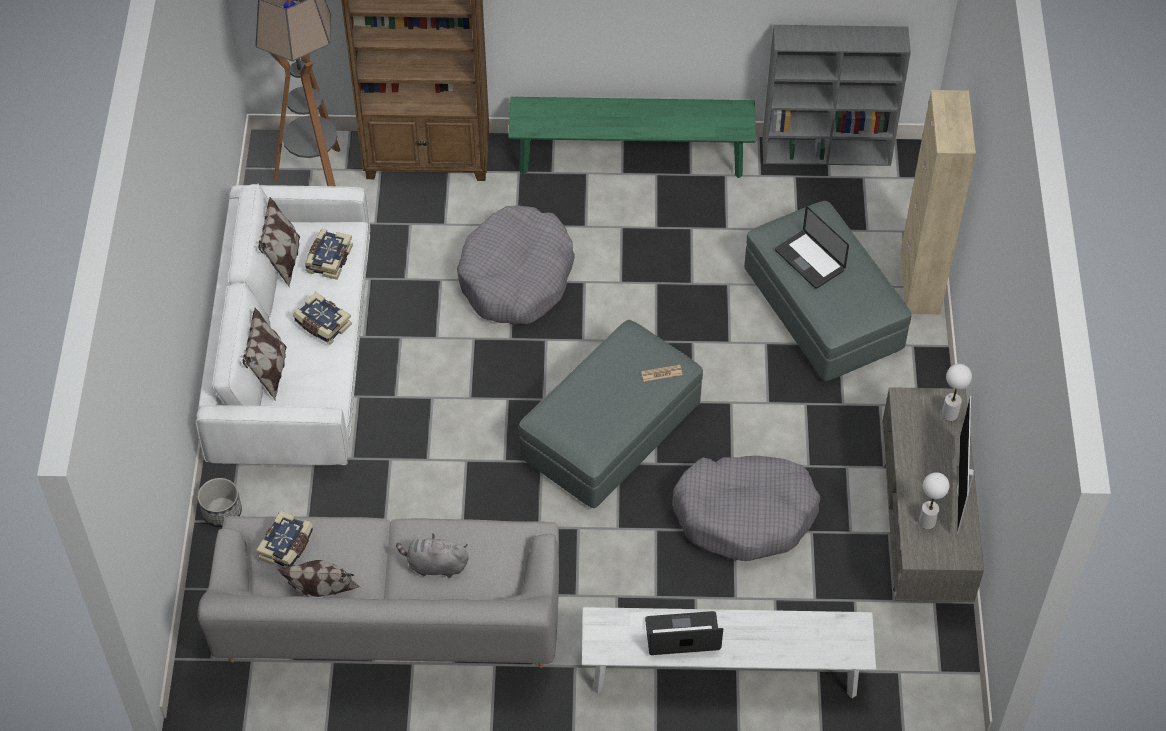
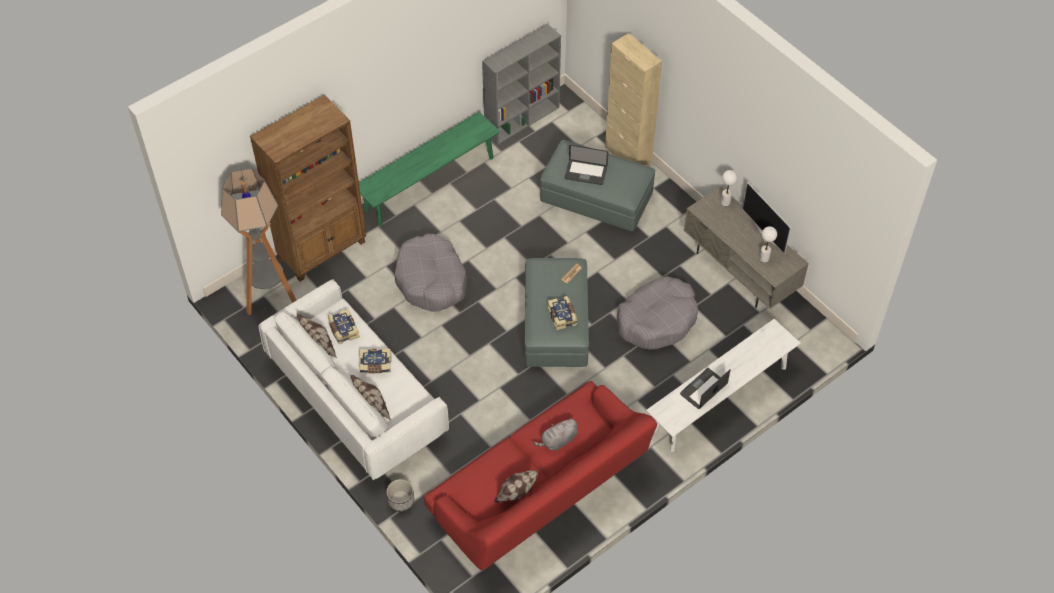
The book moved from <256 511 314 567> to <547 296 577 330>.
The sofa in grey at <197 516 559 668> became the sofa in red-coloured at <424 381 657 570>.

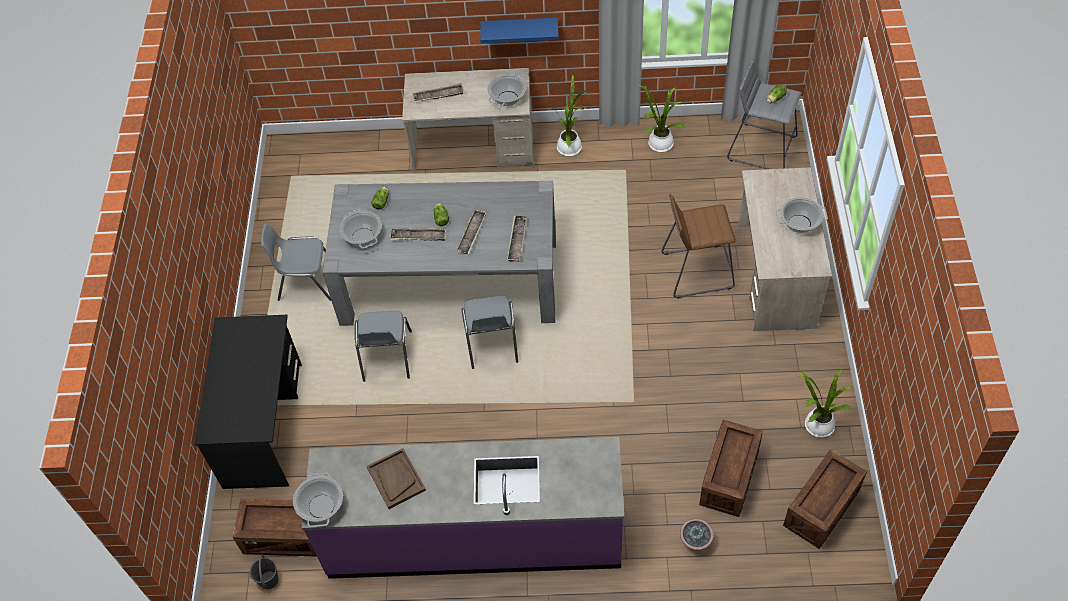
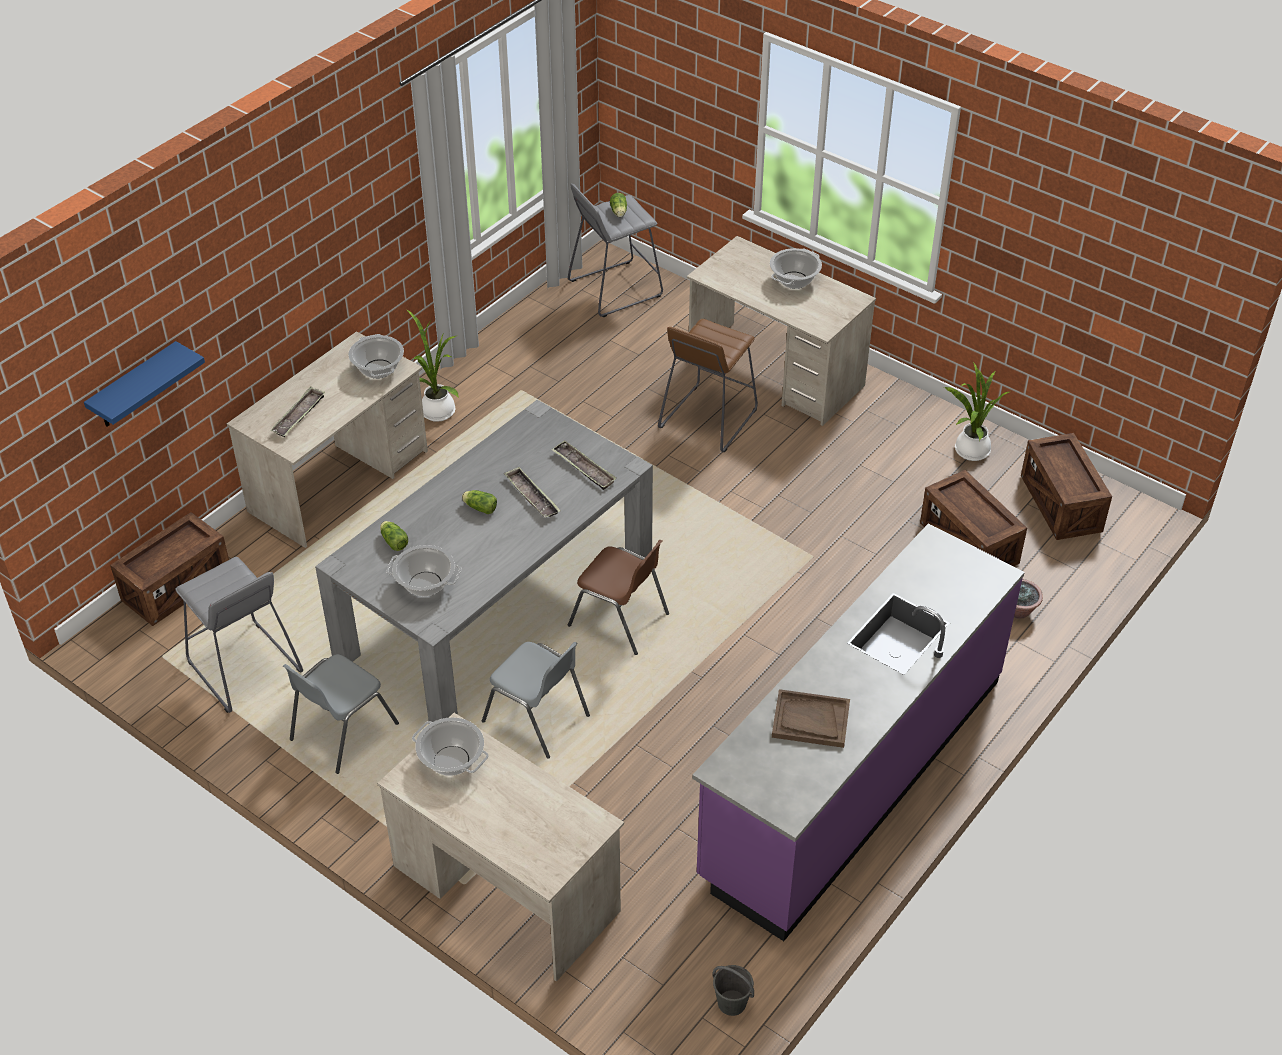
The carrying tray at <390 228 446 241> disappeared.
The houseplant at <637 84 684 152> disappeared.
The sitting stool in grey at <175 557 303 713> appeared.
The packing crate moved from <233 499 317 557> to <110 512 229 626>.
The stockpot moved from <293 473 343 527> to <412 717 489 776>.
The shelf in blue-coloured moved from <480 18 559 43> to <84 341 205 427>.
The desk unit in blackish at <195 315 302 489> became the desk unit in beige at <377 713 624 982>.
The chair in grey at <462 296 518 369> became the chair in brown at <568 540 669 655>.

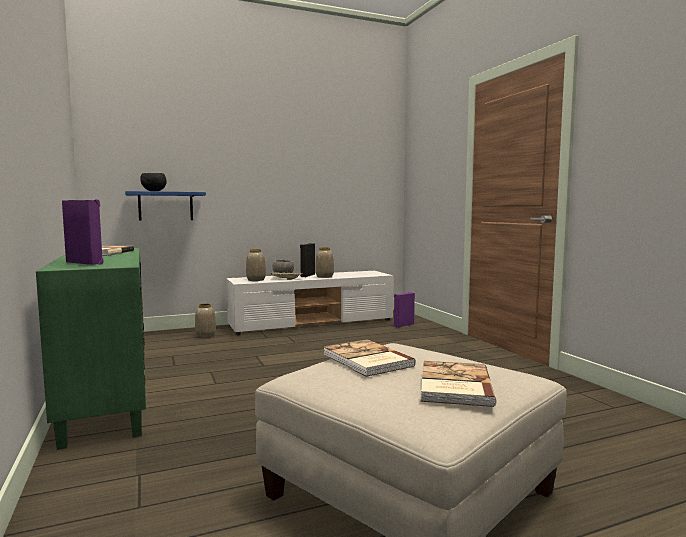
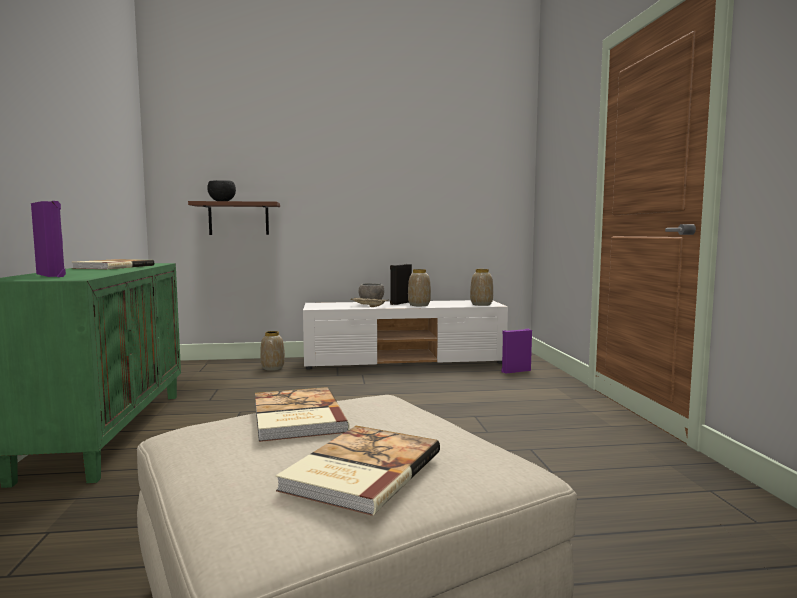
The flower vase moved from <246 249 266 281> to <470 269 493 306>.
The shelf in blue-coloured at <125 191 206 221> became the shelf in brown at <188 201 280 235>.

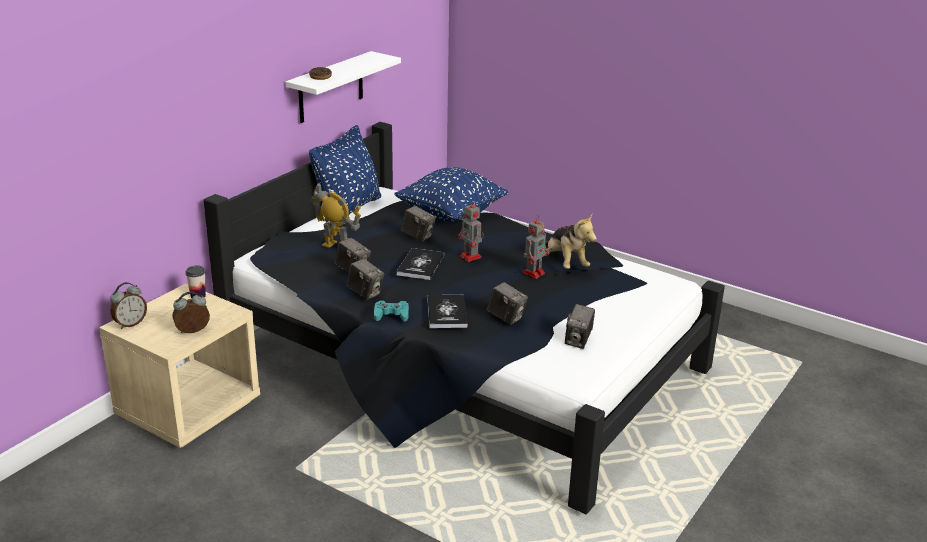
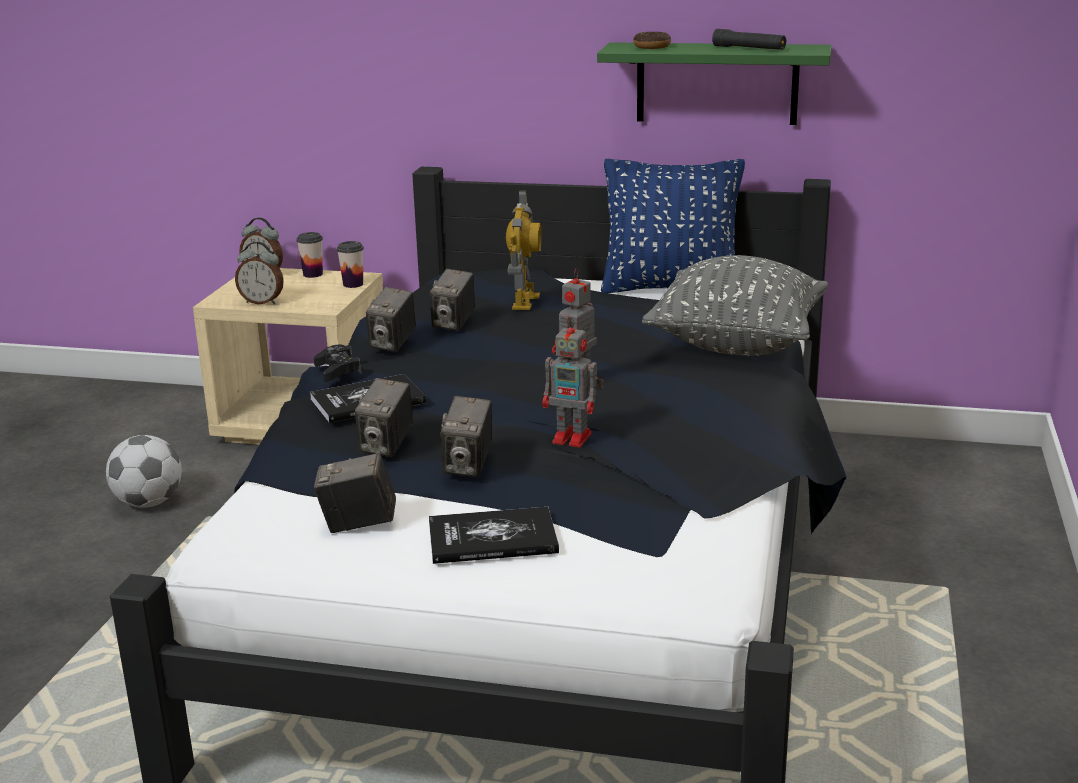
The soft toy at <545 214 597 269> disappeared.
The football at <106 435 182 508> appeared.
The small cup at <296 232 323 278> appeared.
The hand torch in blackish at <712 29 786 50> appeared.
The book moved from <396 248 445 280> to <429 507 559 564>.
The photo camera moved from <401 206 436 241> to <441 396 492 477>.
The shelf in white-coloured at <286 51 401 123> became the shelf in greenish at <597 42 832 125>.
The game controller in blue-green at <374 301 409 322> became the game controller in blackish at <314 345 362 382>.
The throw pillow in blue-coloured at <394 167 508 222> became the throw pillow in grey at <642 255 828 356>.
The alarm clock at <172 292 210 333> turned 150 degrees clockwise.

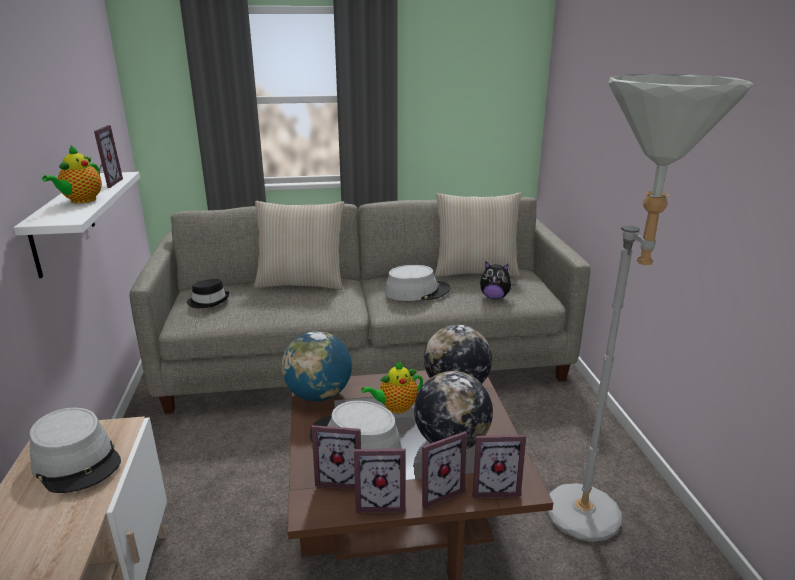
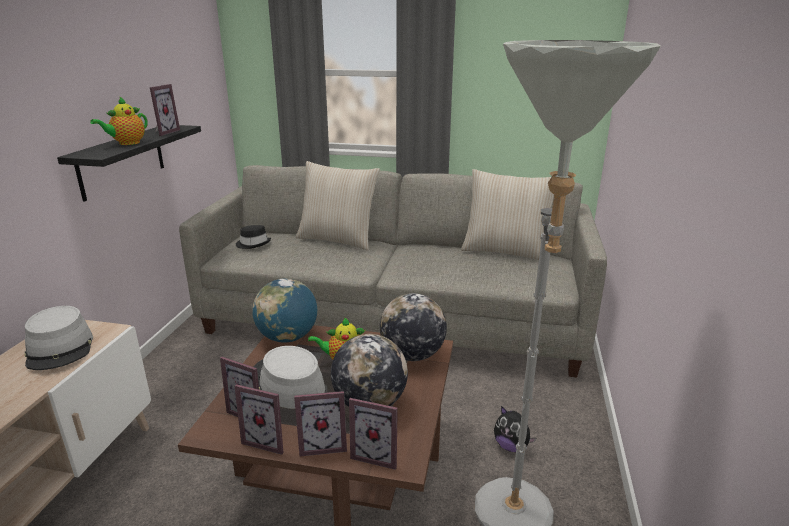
The hat in grey at <385 265 450 301> disappeared.
The soft toy moved from <480 261 515 299> to <494 406 536 452>.
The shelf in white-coloured at <14 172 140 278> became the shelf in blackish at <57 125 201 202>.

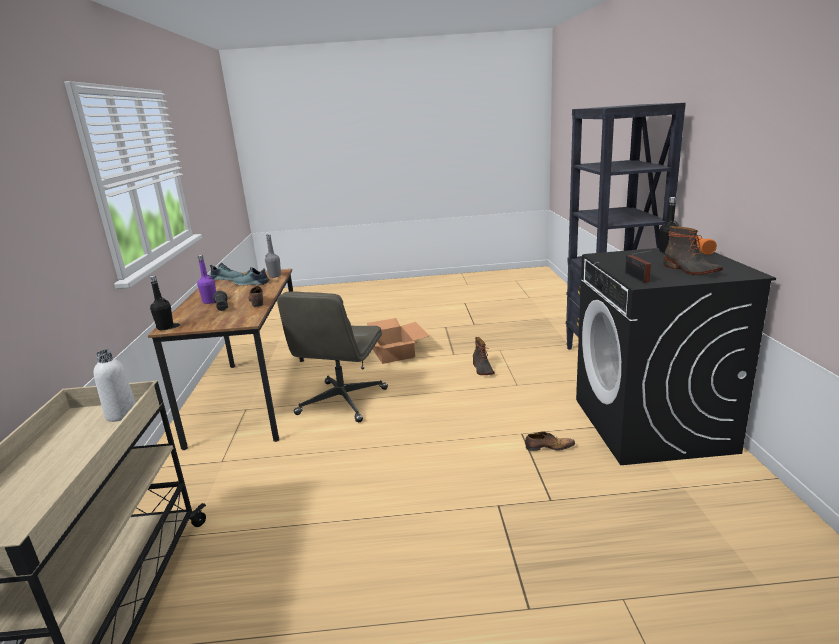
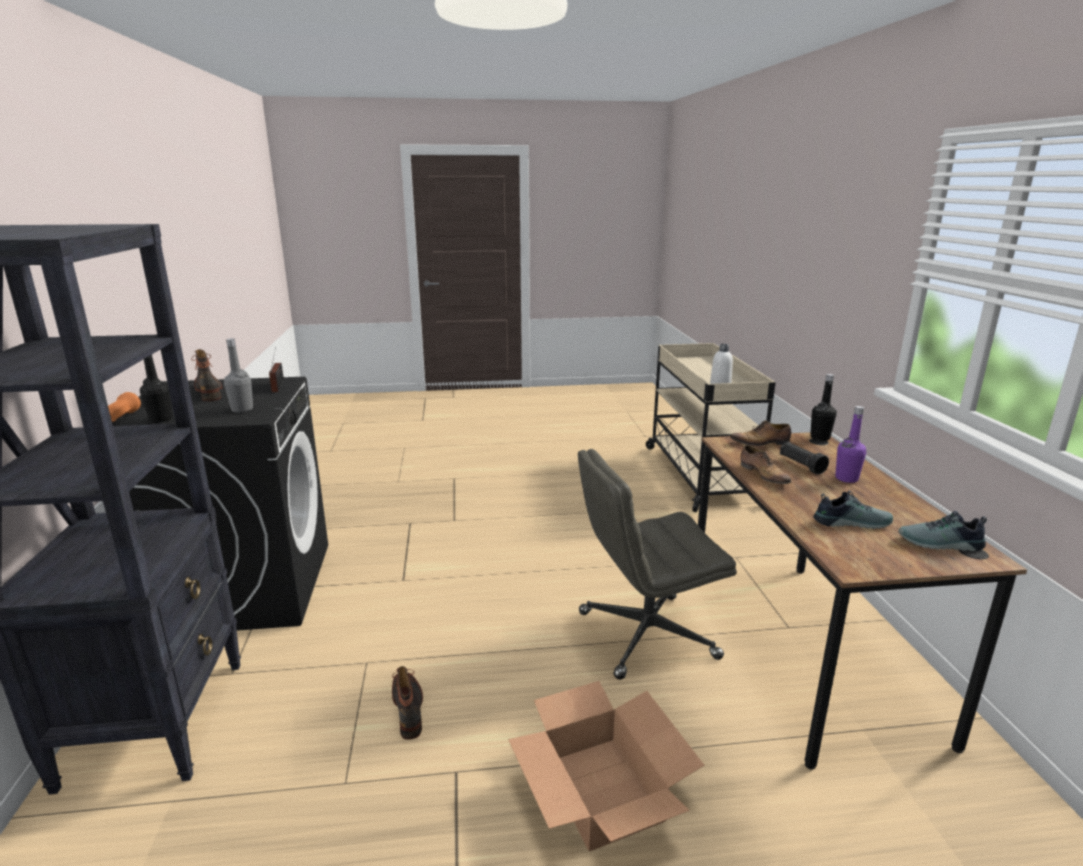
The bottle in grey moved from <265 234 281 278> to <224 338 253 413>.
The low shoe moved from <525 431 575 451> to <730 420 791 446>.
The desk chair in grey at <277 292 388 422> turned 120 degrees counterclockwise.

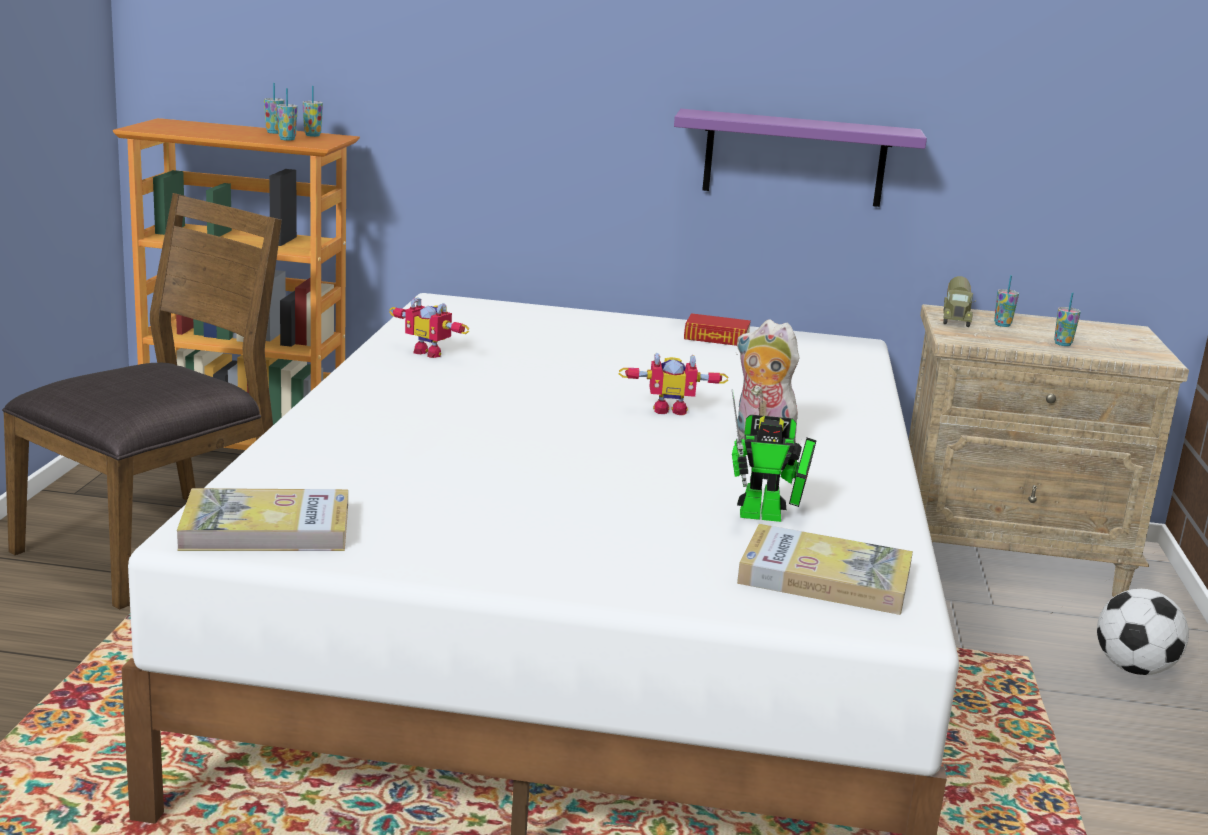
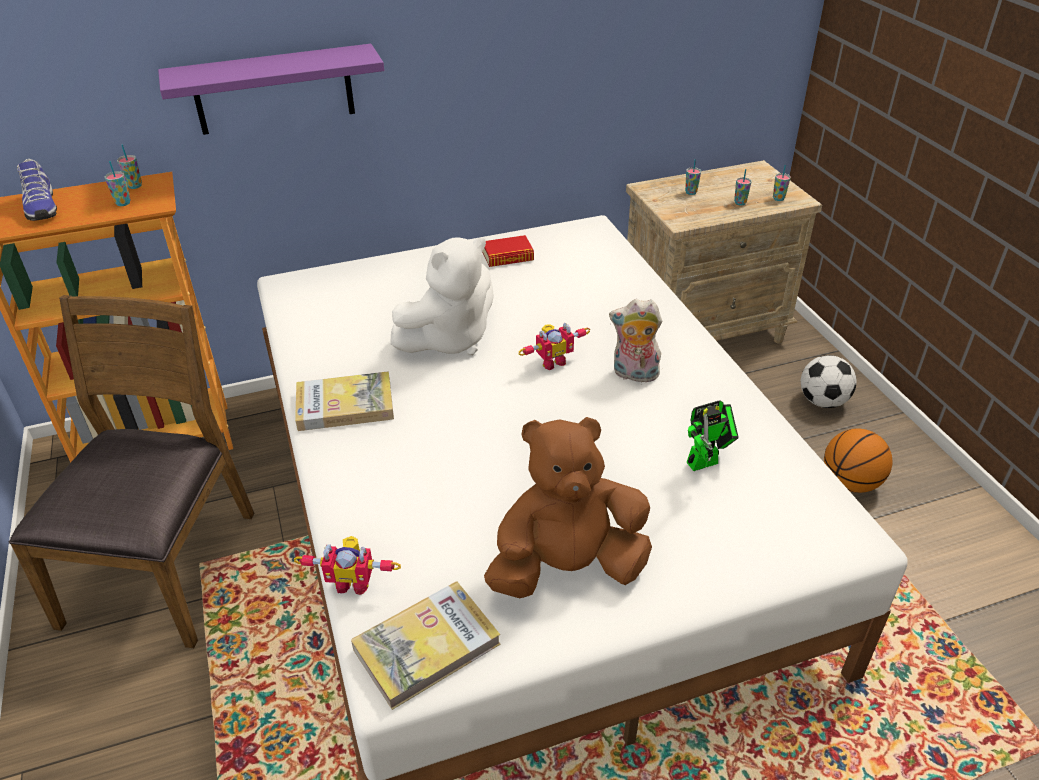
The model truck at <943 276 976 327> disappeared.
The low shoe at <17 159 57 221> appeared.
The soft toy in white-coloured at <390 237 494 356> appeared.
The soft toy in brown at <484 417 652 598> appeared.
The basketball at <824 429 893 493> appeared.
The small cup moved from <264 83 284 134> to <773 165 791 201>.
The toy robot moved from <389 297 469 358> to <294 536 401 595>.
The shelf in purple-coloured moved from <674 109 927 207> to <158 44 384 135>.
The book moved from <737 524 913 615> to <295 371 394 431>.

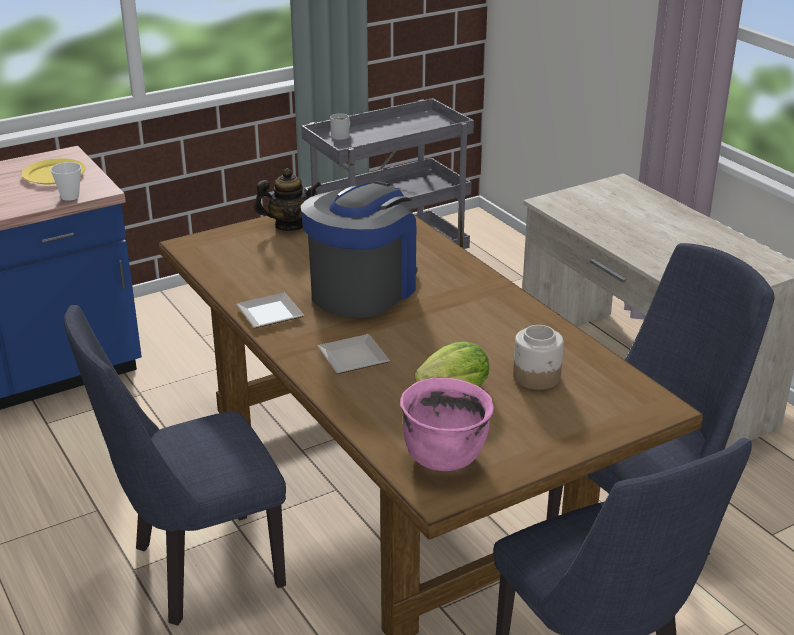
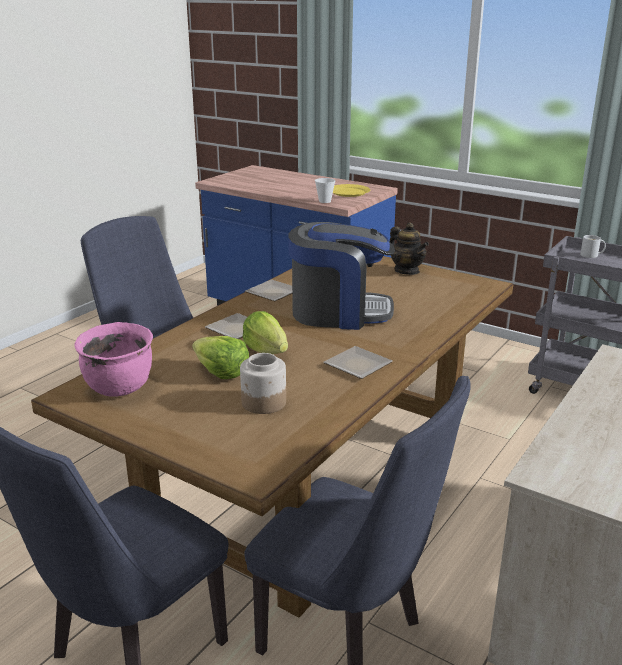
The lettuce at <243 311 288 354> appeared.
The flat dish at <323 346 393 379> appeared.

